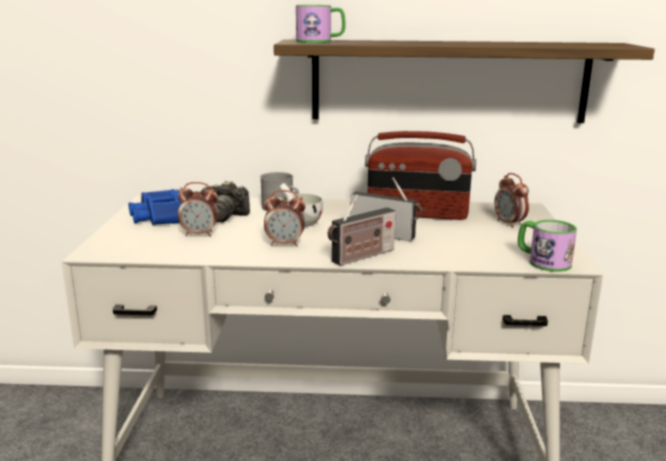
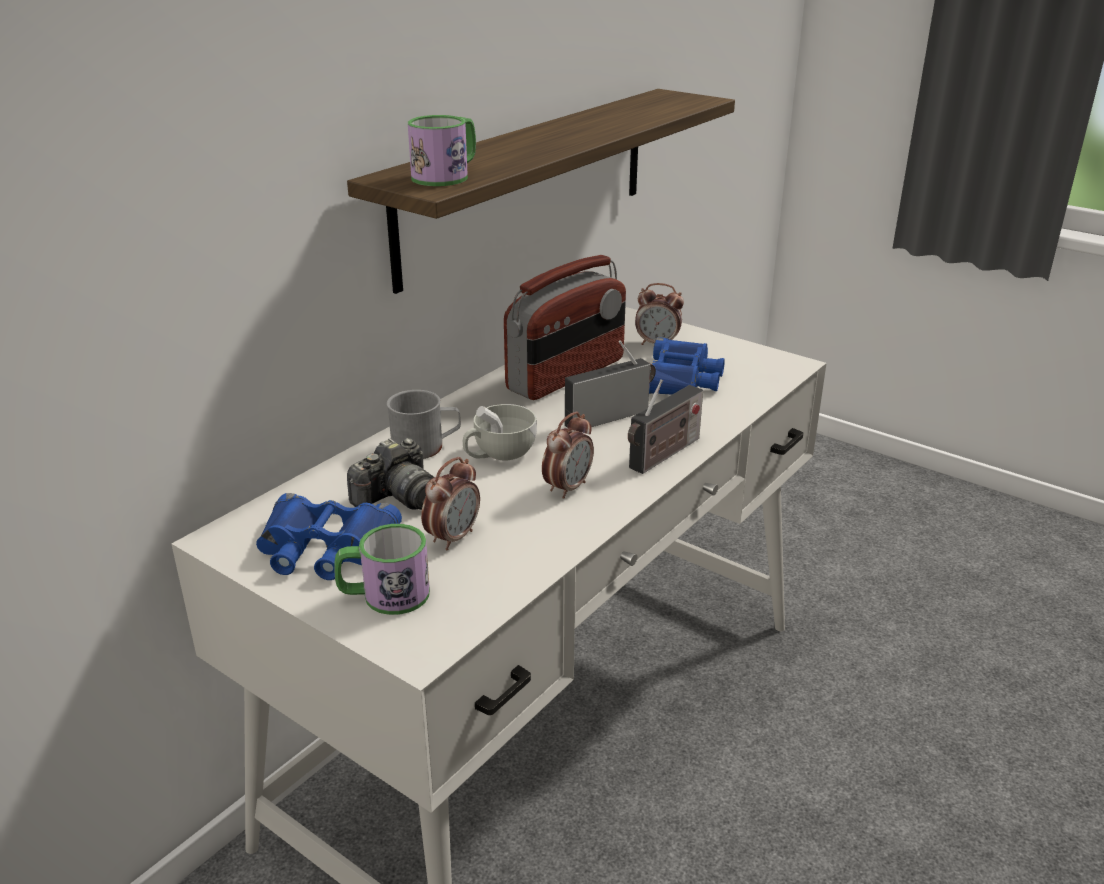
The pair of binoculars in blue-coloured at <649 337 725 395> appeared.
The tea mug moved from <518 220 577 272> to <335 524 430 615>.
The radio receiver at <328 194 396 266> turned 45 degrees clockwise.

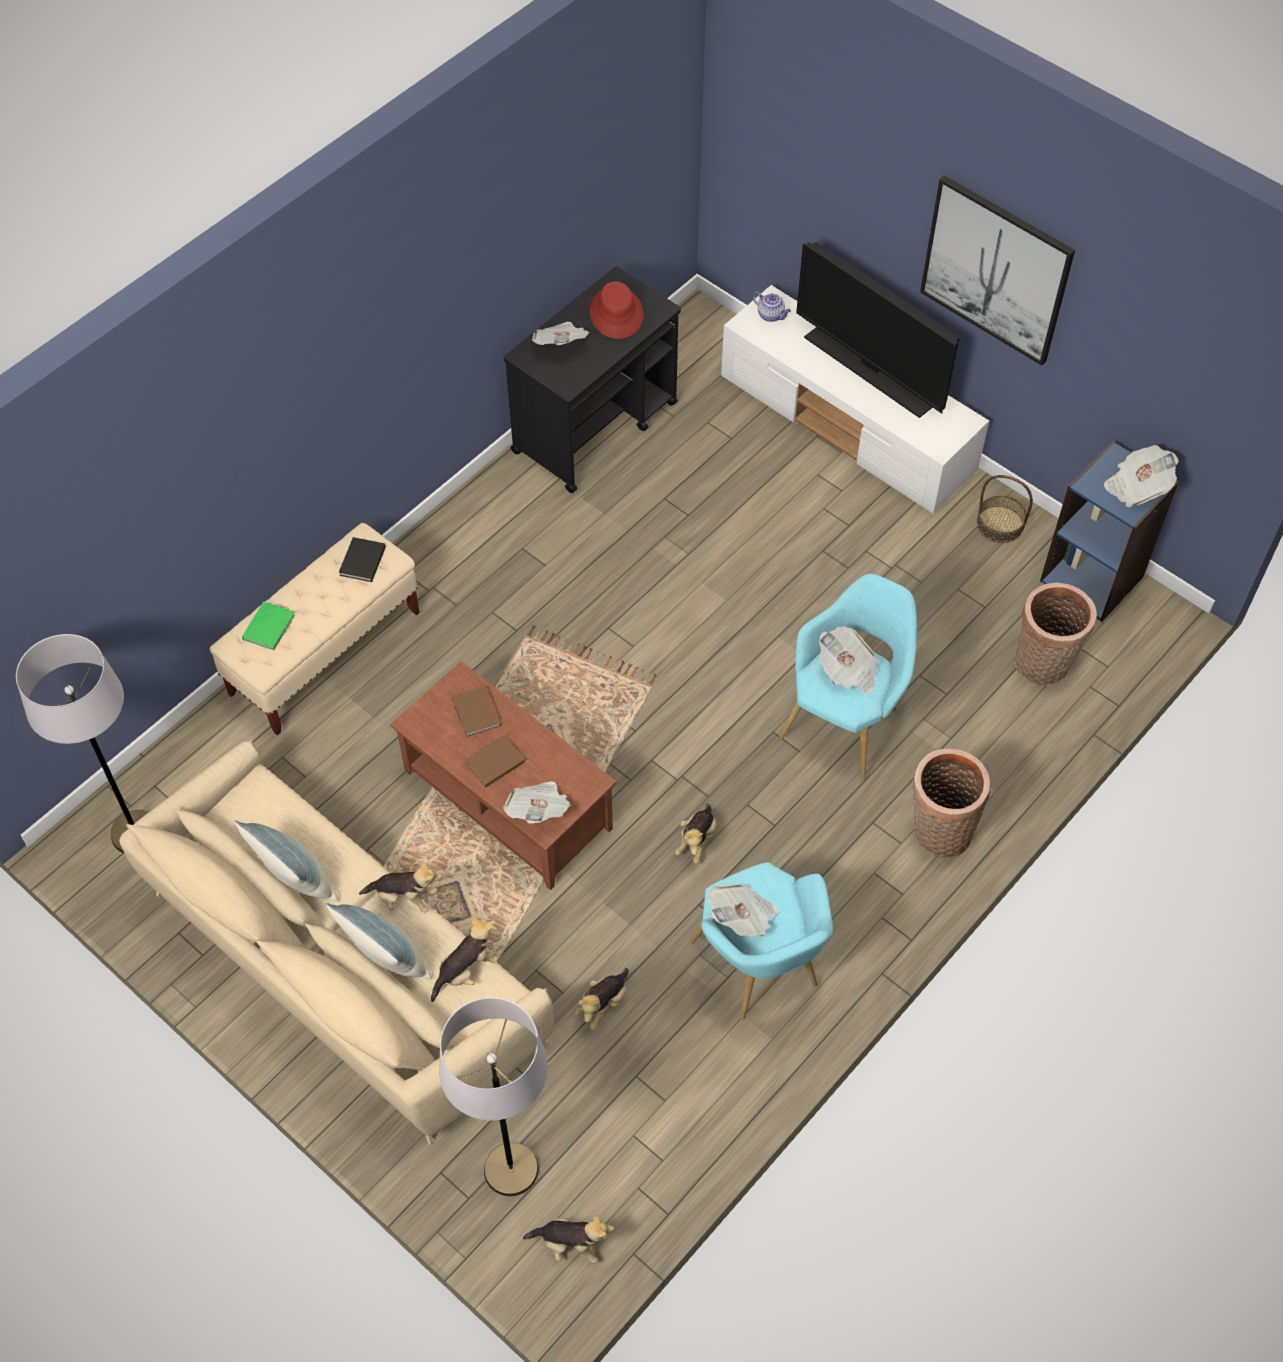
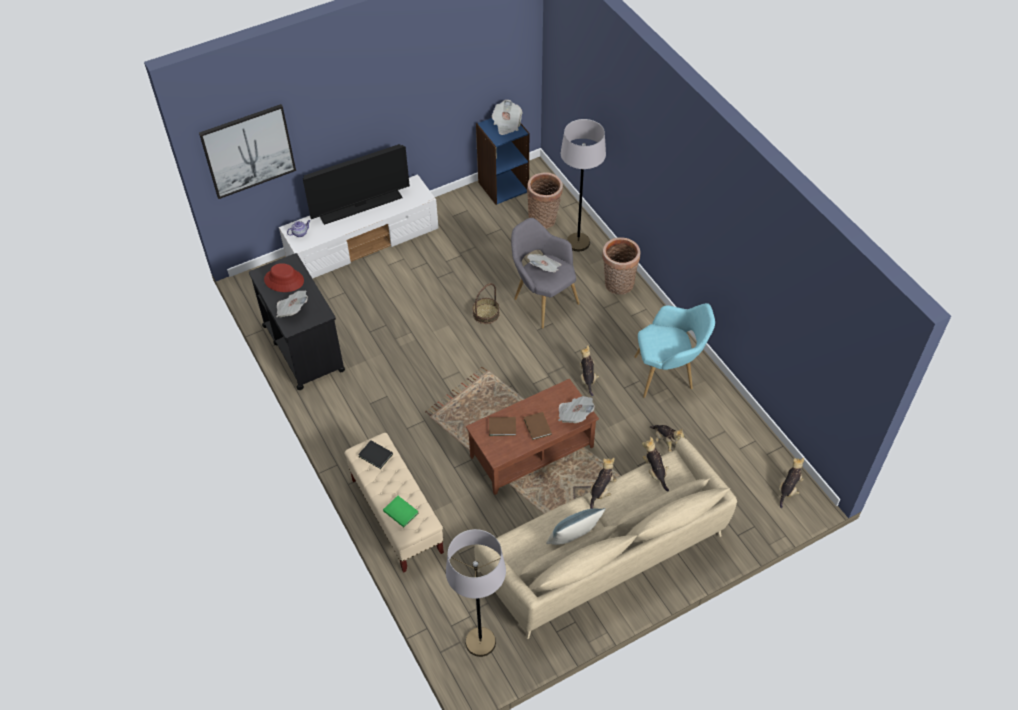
The throw pillow at <326 903 432 980> disappeared.
The newspaper at <707 884 779 937> disappeared.
The floor lamp in grey moved from <439 997 548 1196> to <561 119 606 251>.
The wall picture moved from <920 175 1075 365> to <199 104 296 199>.
The storage basket moved from <976 475 1033 543> to <472 283 500 324>.
The easy chair in blue-green at <779 574 917 780> became the easy chair in grey at <511 218 580 329>.
The soft toy at <675 804 716 864> turned 135 degrees counterclockwise.

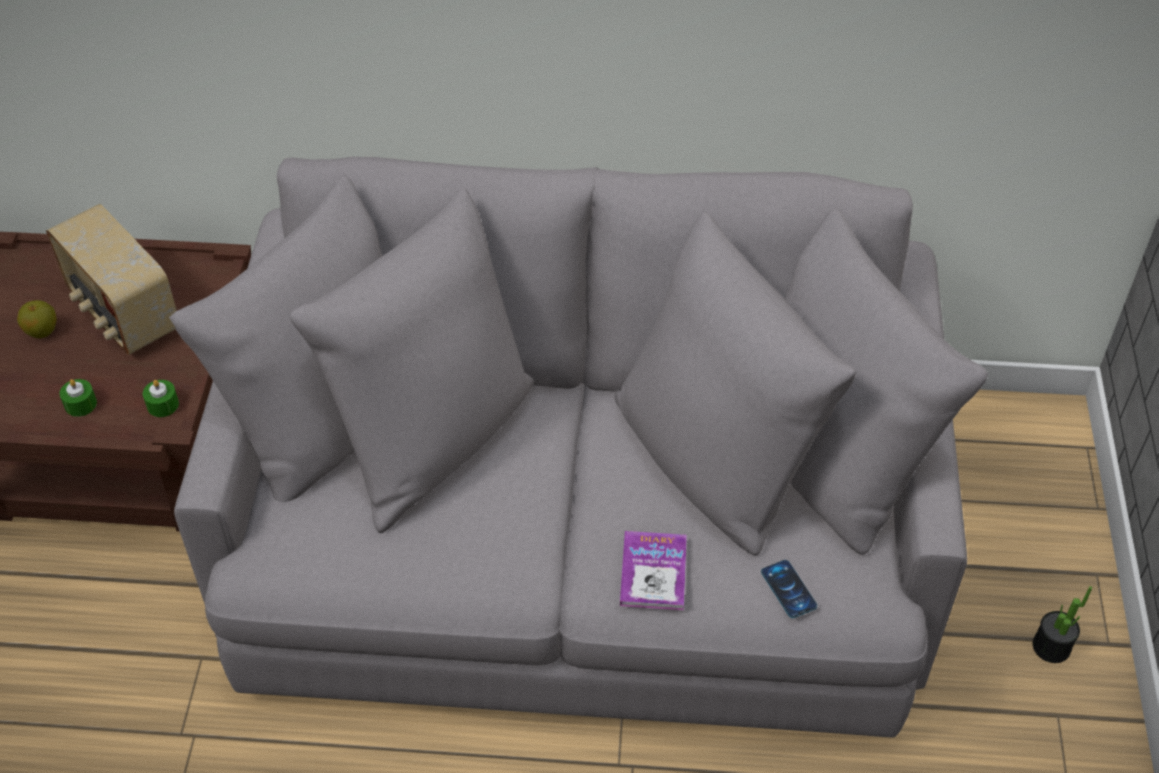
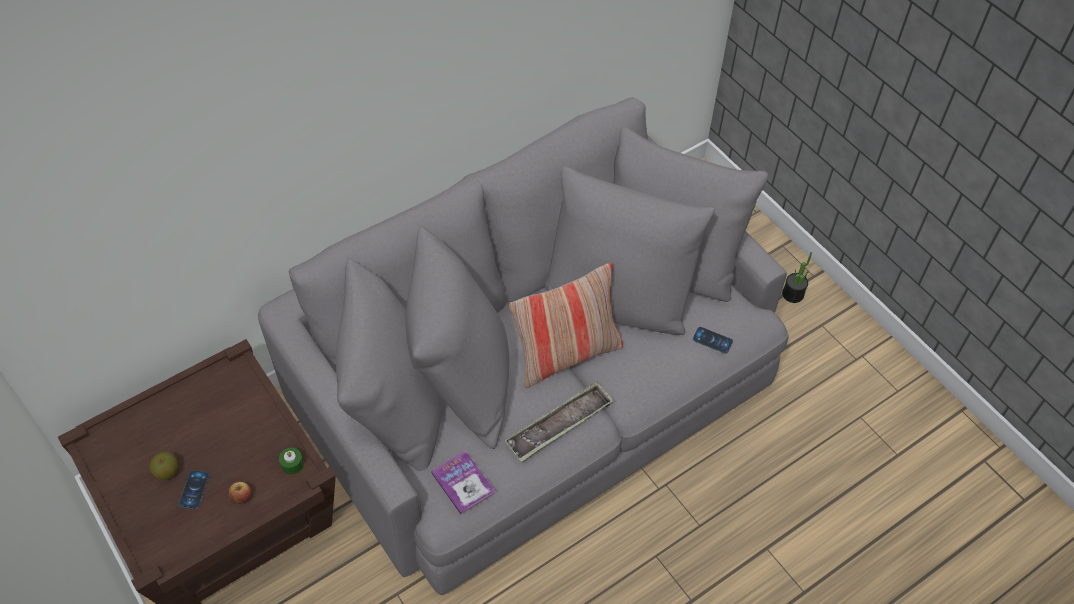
The radio receiver at <46 204 177 355> disappeared.
The phone at <179 470 209 509> appeared.
The carrying tray at <505 381 614 462> appeared.
The throw pillow at <509 263 623 388> appeared.
The book moved from <620 531 687 610> to <431 451 495 515>.
The wax candle in greenish at <60 379 97 417> was replaced by the apple fruit at <229 482 251 504>.

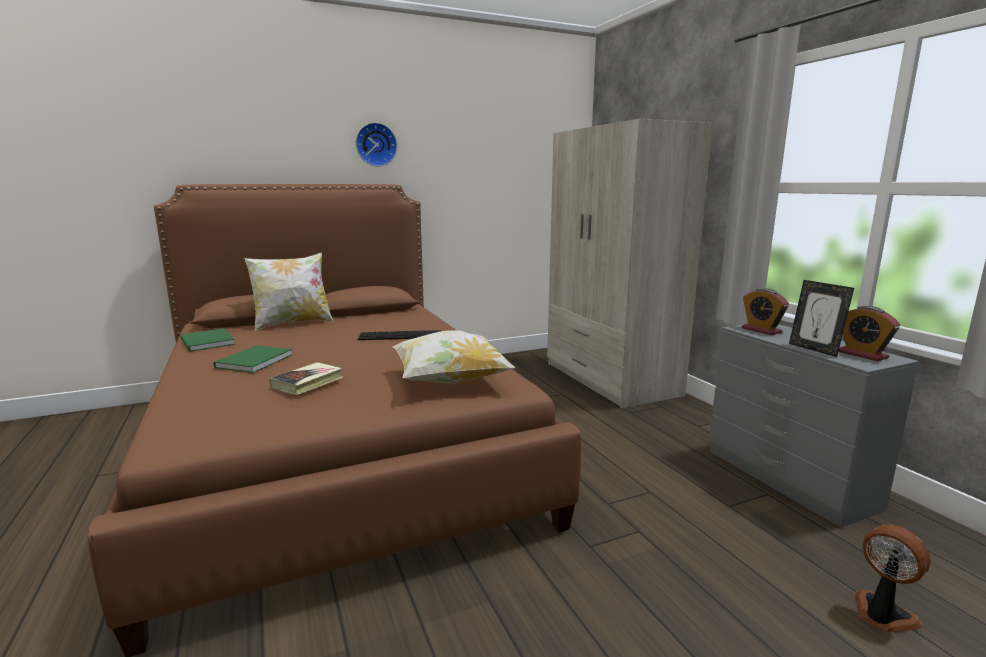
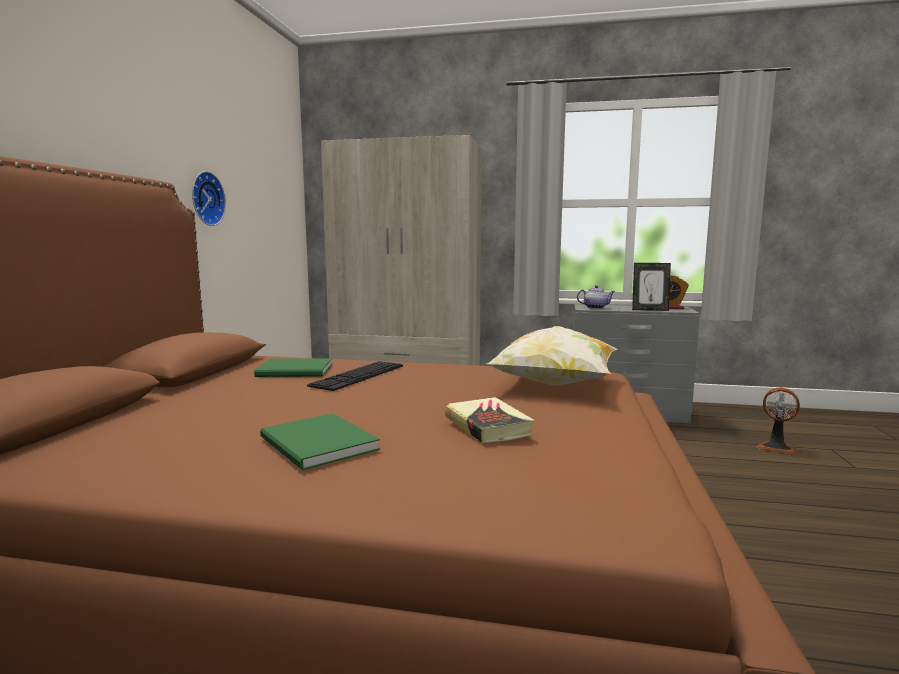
The throw pillow at <244 252 333 331> disappeared.
The book in greenish moved from <180 328 235 352> to <254 358 332 377>.
The hanging clock moved from <356 122 397 166> to <192 171 226 226>.
The alarm clock at <742 288 789 335> was replaced by the pot for tea at <577 285 615 309>.
The electric fan at <855 525 931 632> turned 150 degrees counterclockwise.

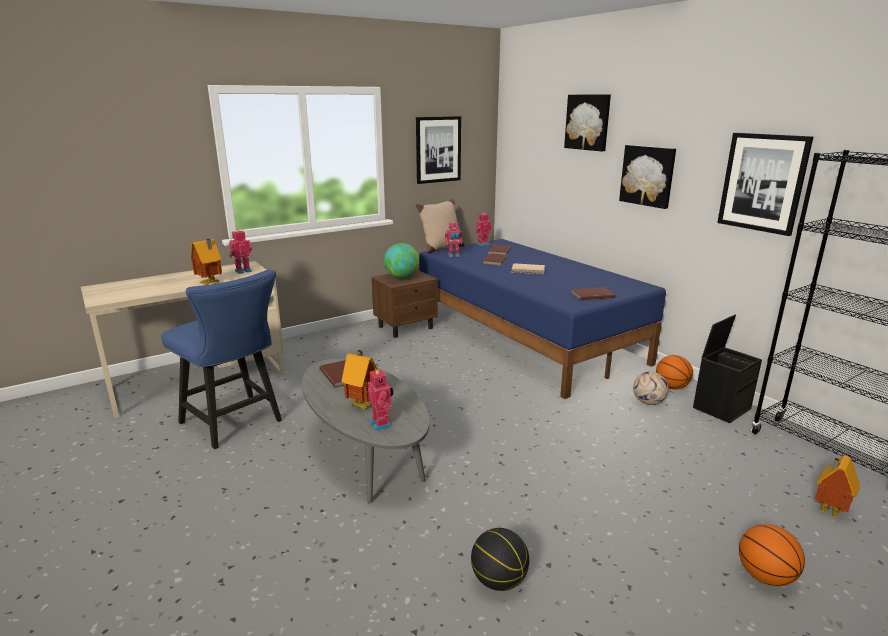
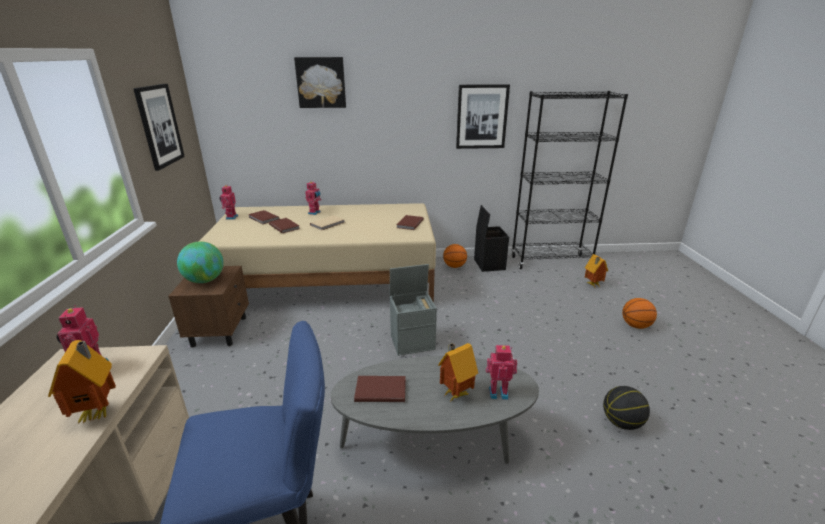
The throw pillow in beige at <416 199 465 253> disappeared.
The wall picture at <619 145 676 209> disappeared.
The football at <633 372 669 405> disappeared.
The storage box in grey at <390 264 437 356> appeared.
The toy robot moved from <445 221 462 257> to <305 181 322 215>.
The sleeping bed in blue-coloured at <419 239 666 399> became the sleeping bed in beige at <200 203 436 302>.

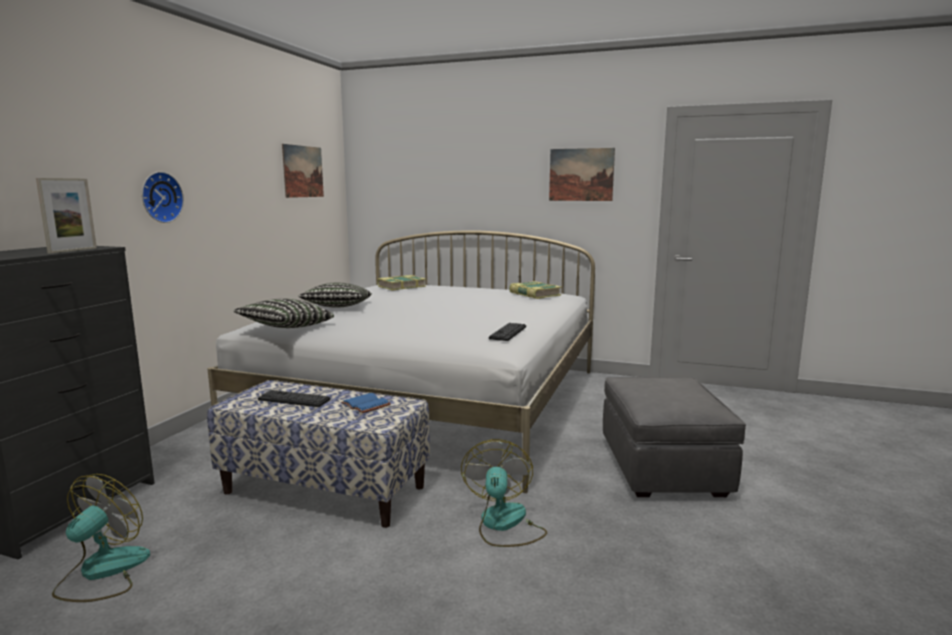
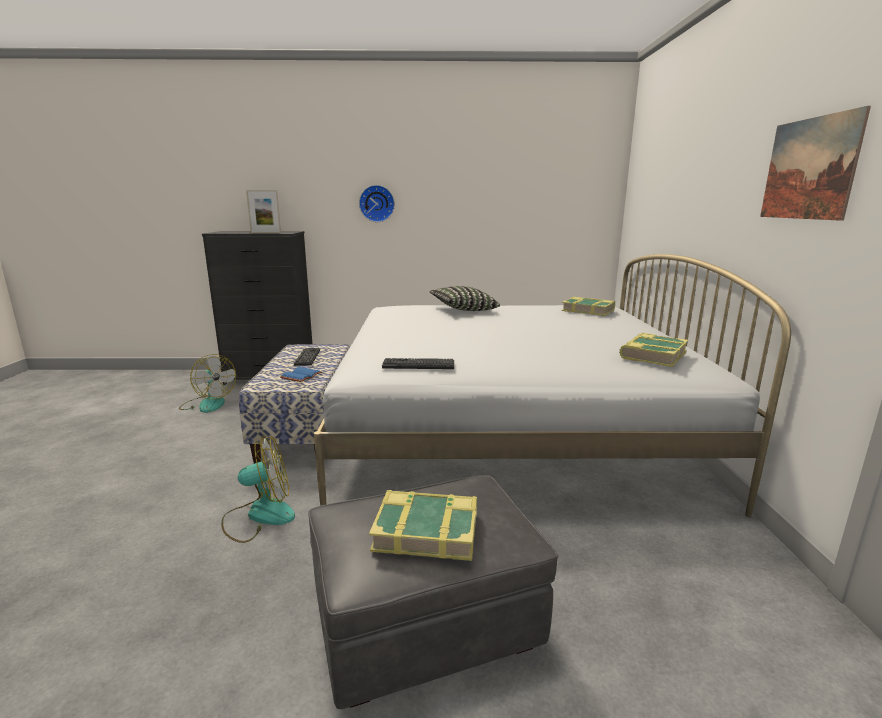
The throw pillow at <233 298 334 328> disappeared.
The wall picture at <282 144 324 198> disappeared.
The book at <369 490 477 561> appeared.
The electric fan at <52 474 150 602> turned 45 degrees clockwise.

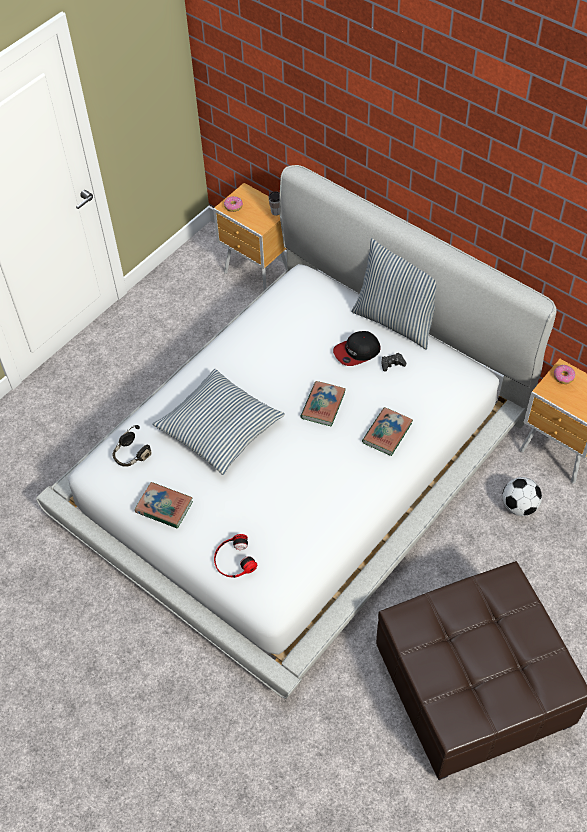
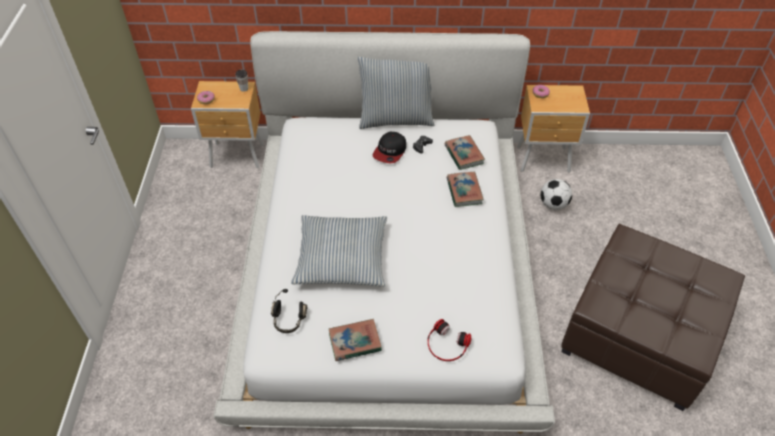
The book moved from <300 381 346 426> to <445 135 485 170>.

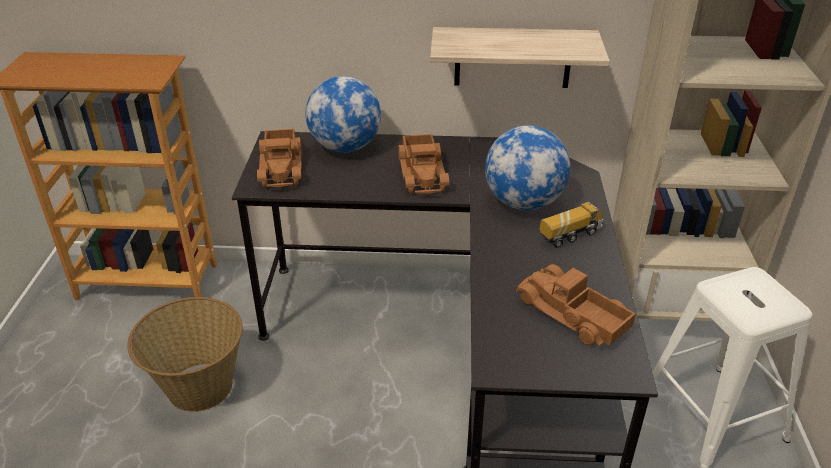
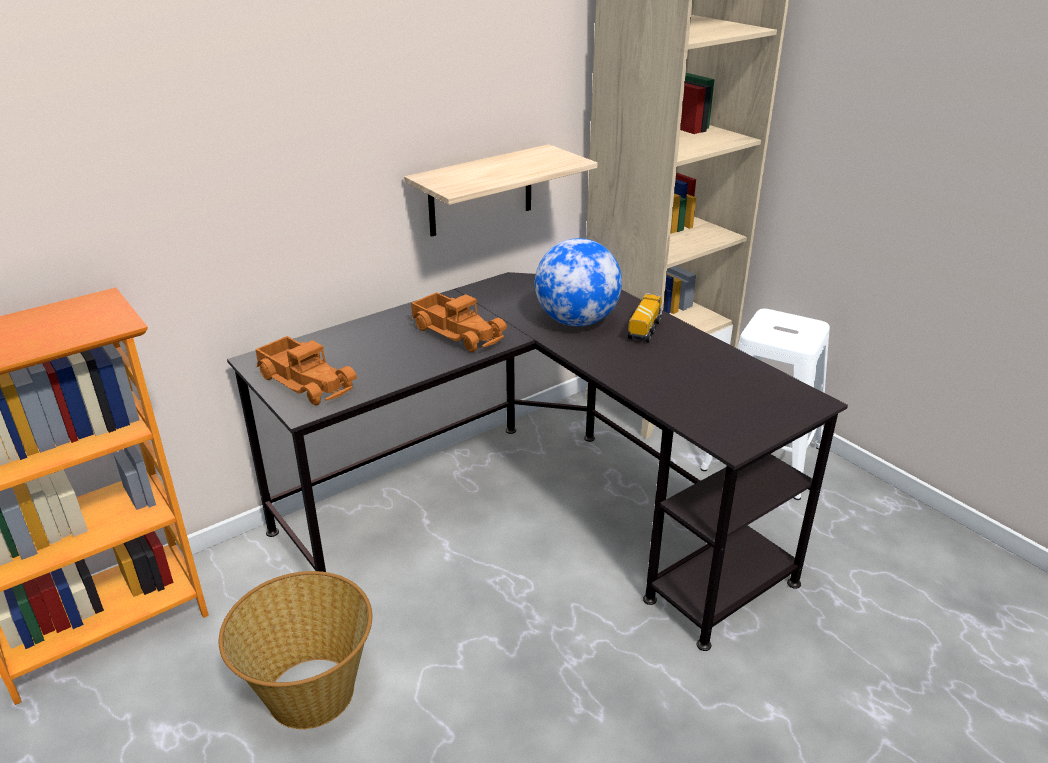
The world globe at <305 76 381 153> disappeared.
The model truck at <516 264 636 346> disappeared.

